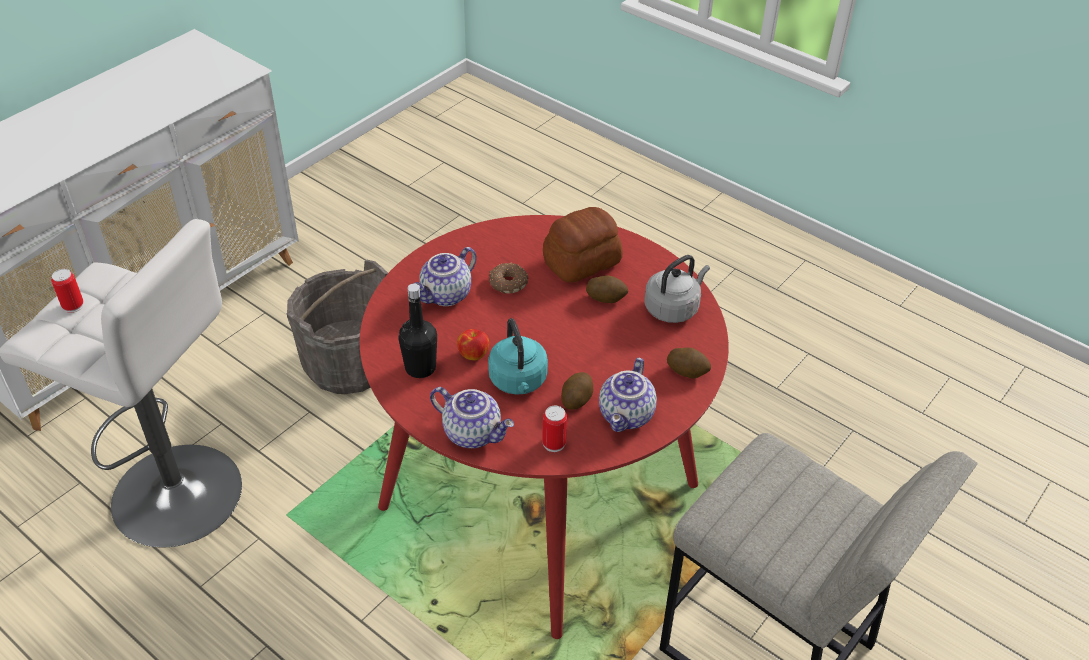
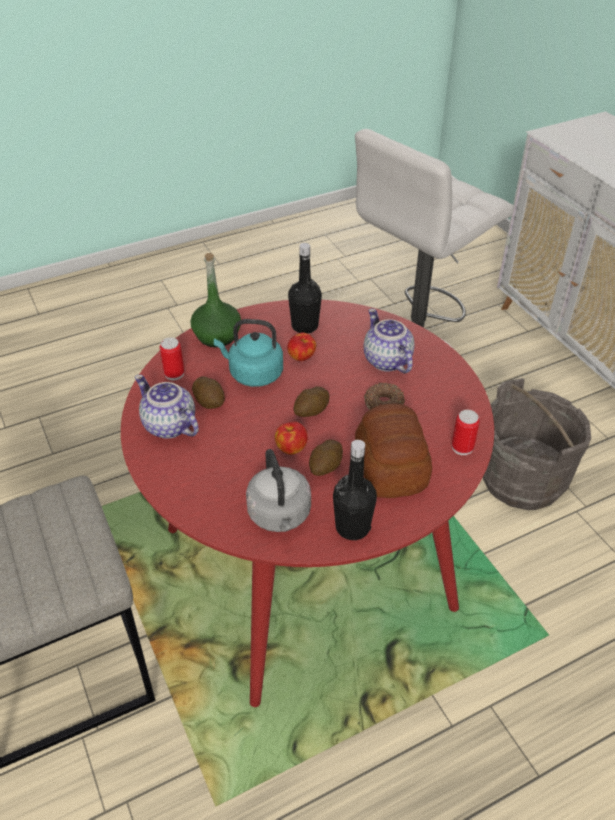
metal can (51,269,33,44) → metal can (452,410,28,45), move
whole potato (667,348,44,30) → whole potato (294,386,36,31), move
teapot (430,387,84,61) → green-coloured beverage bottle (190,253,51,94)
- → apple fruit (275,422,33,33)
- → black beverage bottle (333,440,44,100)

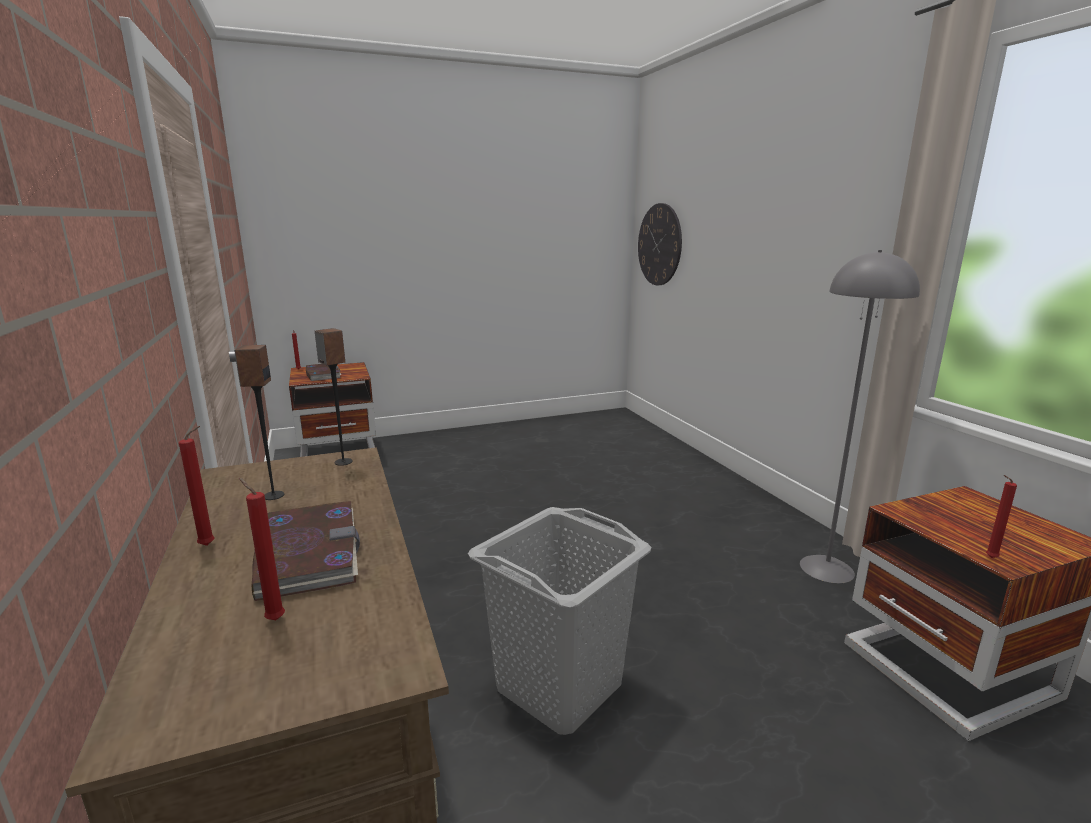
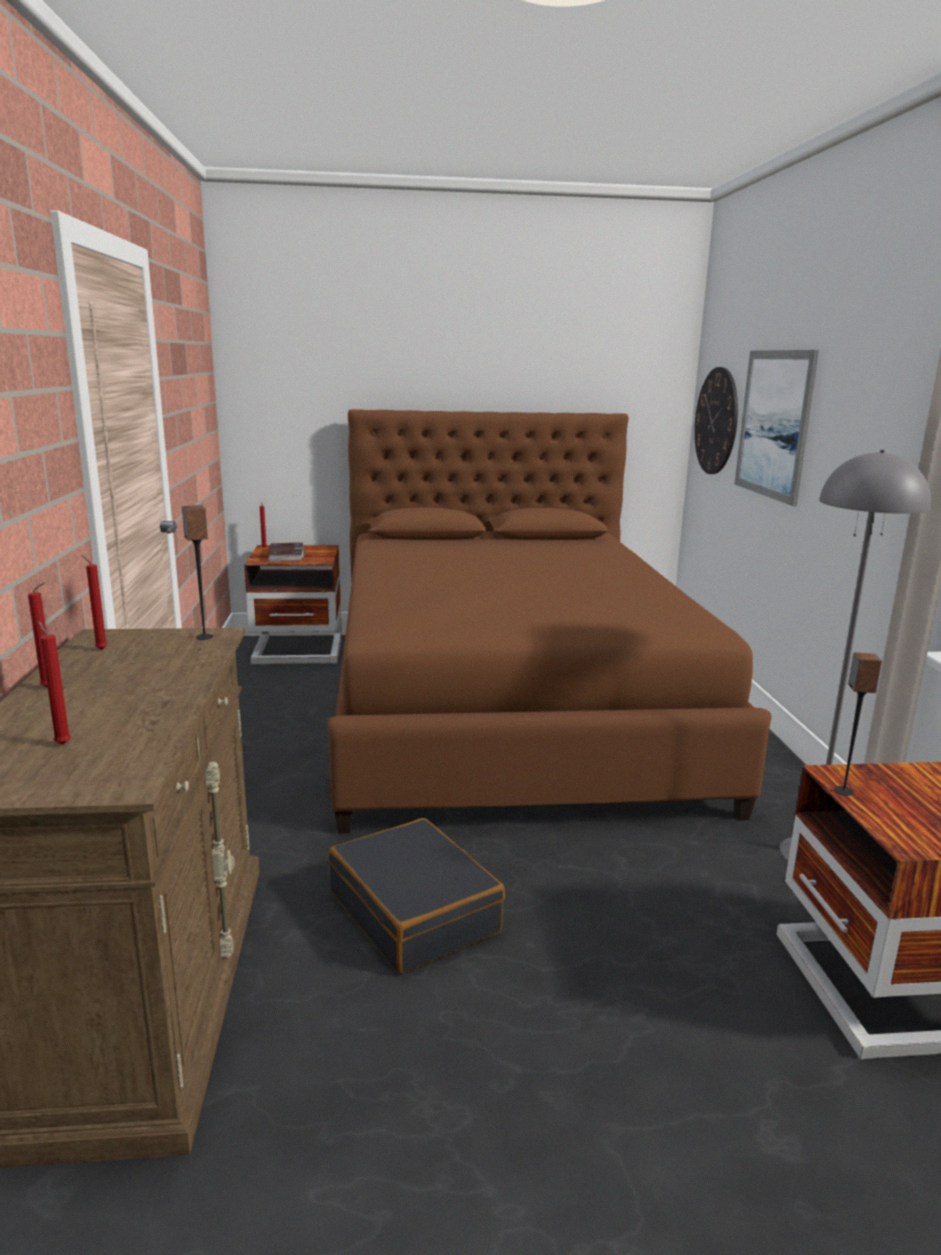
loudspeaker (234,345,50,155) → loudspeaker (834,653,48,143), move
red wax light (986,475,31,83) → red wax light (81,555,27,95), move
book (252,501,108,100) → -
grey hamper (468,507,183,228) → black travel case (328,818,177,156)
- → wall picture (735,350,84,156)
- → brown-coloured sleeping bed (328,409,443,424)

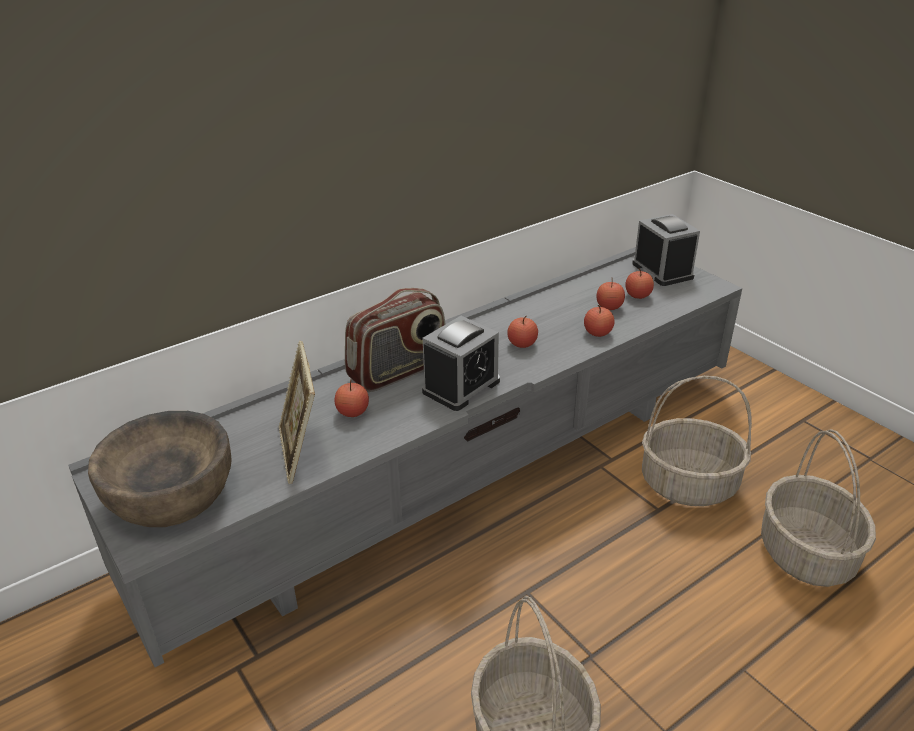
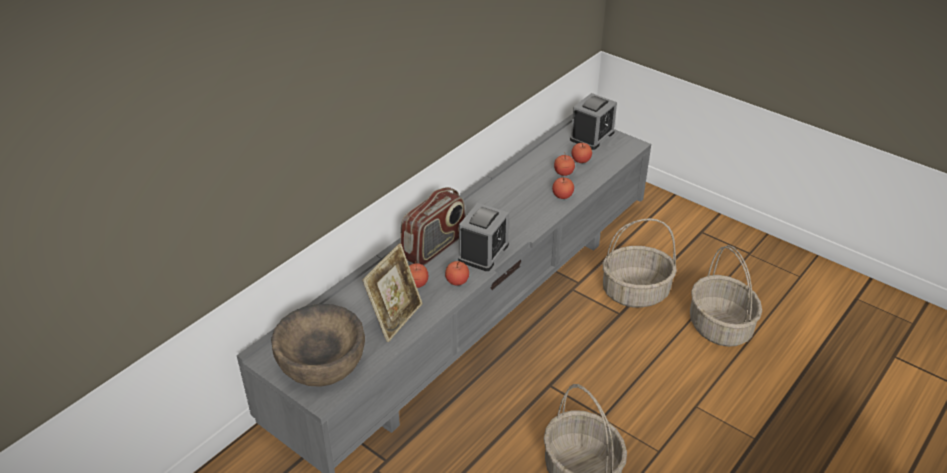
table clock (632,214,68,72) → table clock (570,93,47,57), 75 degrees clockwise
apple fruit (507,316,31,32) → apple fruit (445,261,24,25), move
standing frame (278,341,37,143) → standing frame (362,243,61,99), 120 degrees counterclockwise

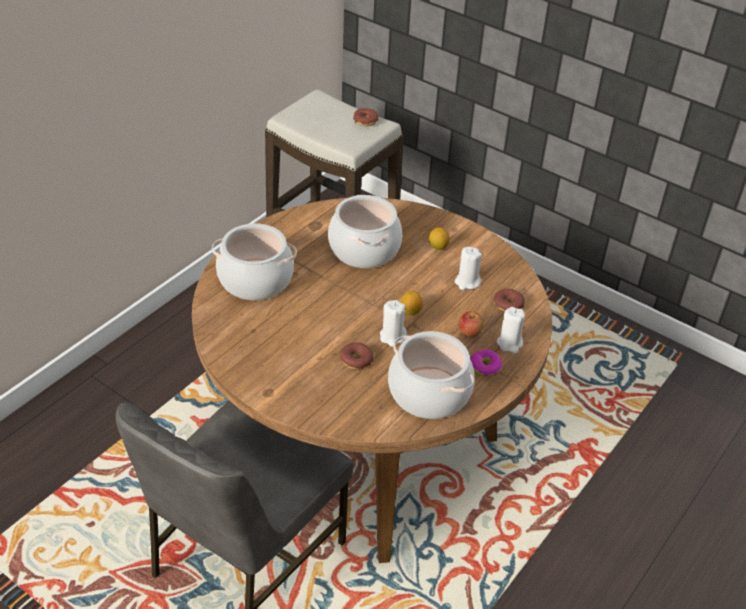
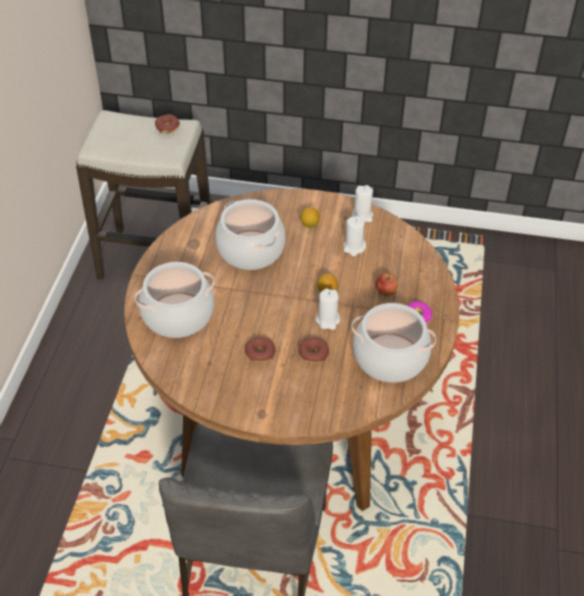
doughnut (494,289,31,23) → doughnut (245,337,31,26), move
whitish wax light (497,307,28,46) → whitish wax light (352,185,21,37), move

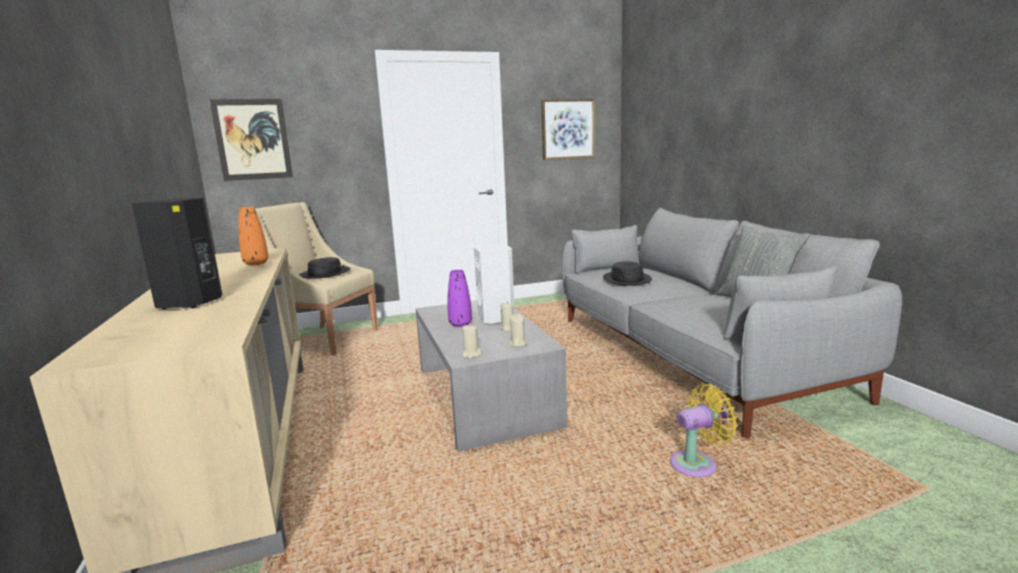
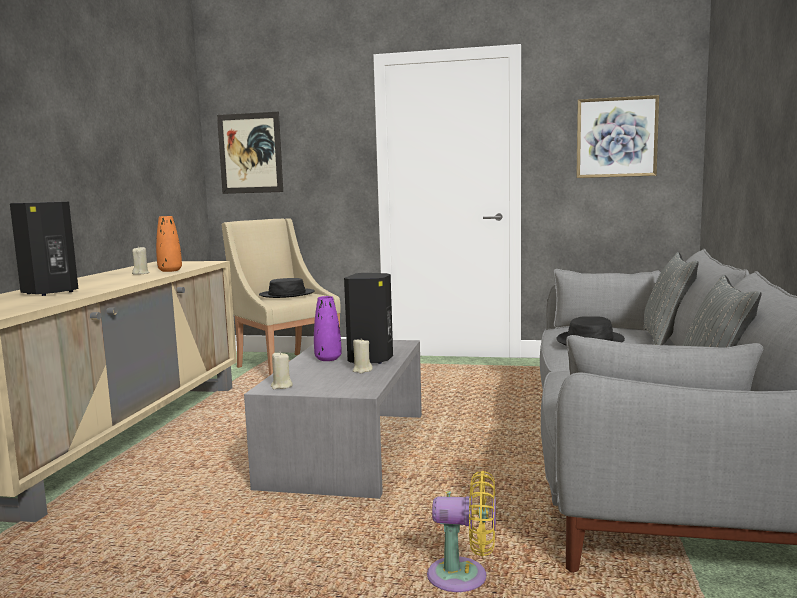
whitish loudspeaker (474,245,41,79) → black loudspeaker (344,273,49,91)
beige-coloured wax light (509,314,17,33) → beige-coloured wax light (132,246,18,29), move
- → grey pillow (643,252,56,93)

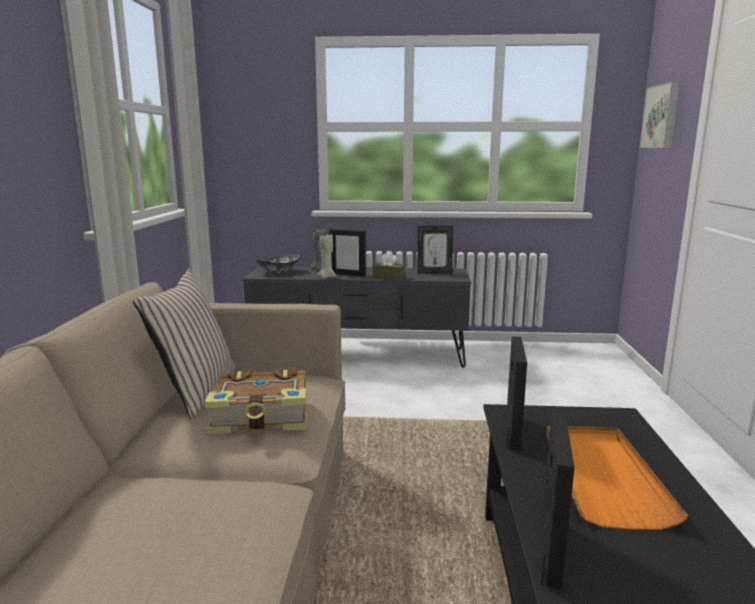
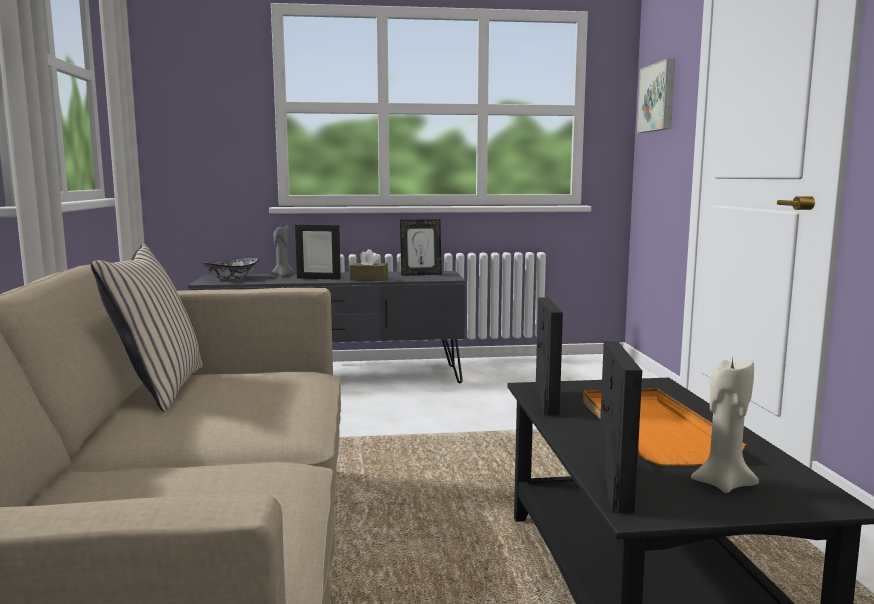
beige-coloured wax light (317,234,19,45) → beige-coloured wax light (691,358,68,135), move
book (205,368,102,66) → -

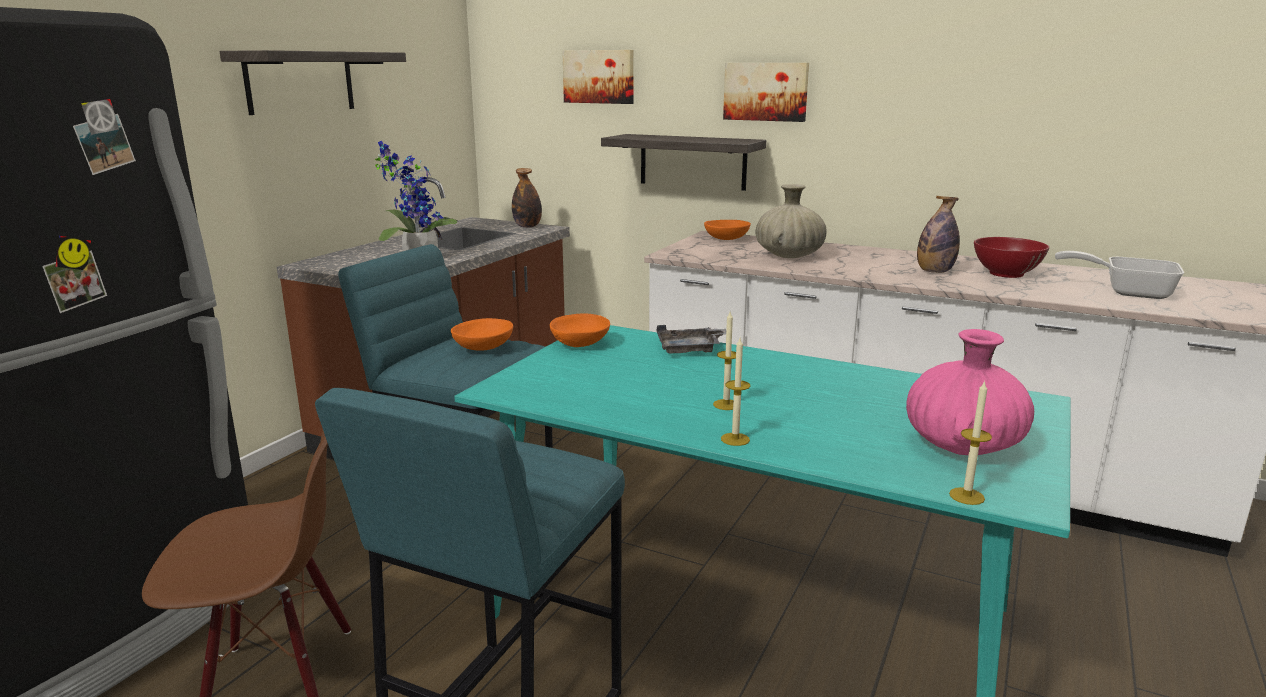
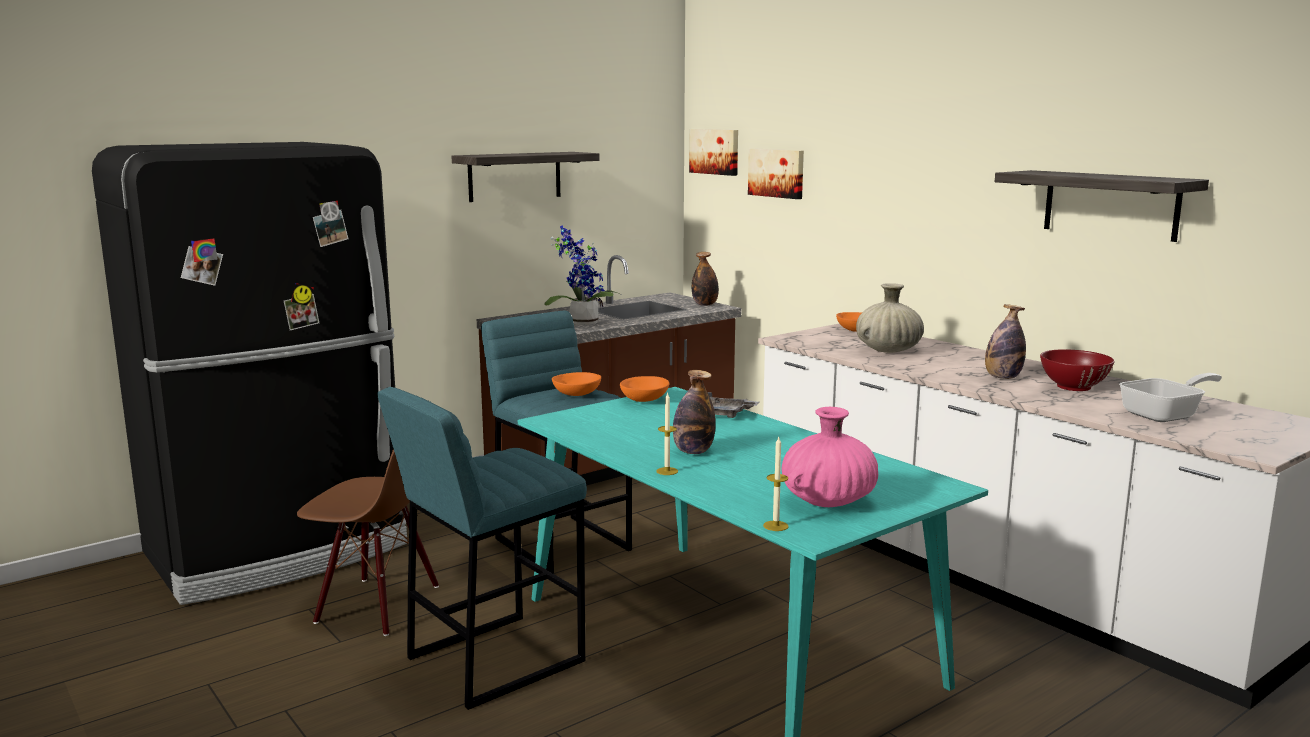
wall picture (723,63,86,59) → wall picture (689,129,49,47), move
bracket shelf (601,134,165,57) → bracket shelf (995,170,214,72), move
pan (1055,251,129,48) → pan (1119,373,103,49), 105 degrees clockwise
wax light (713,312,23,98) → beverage bottle (673,370,43,84)

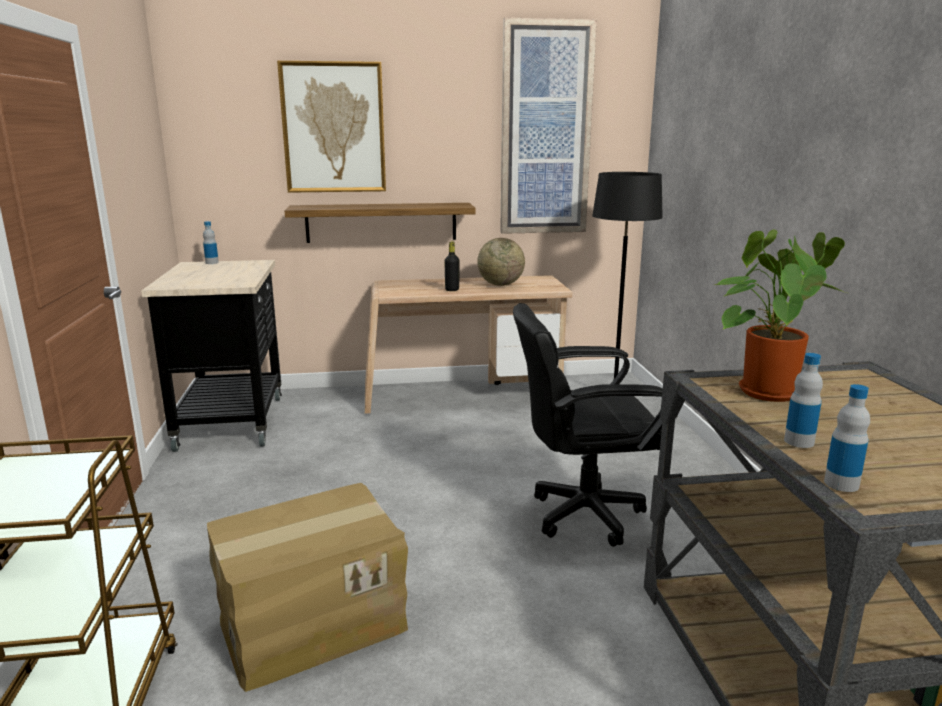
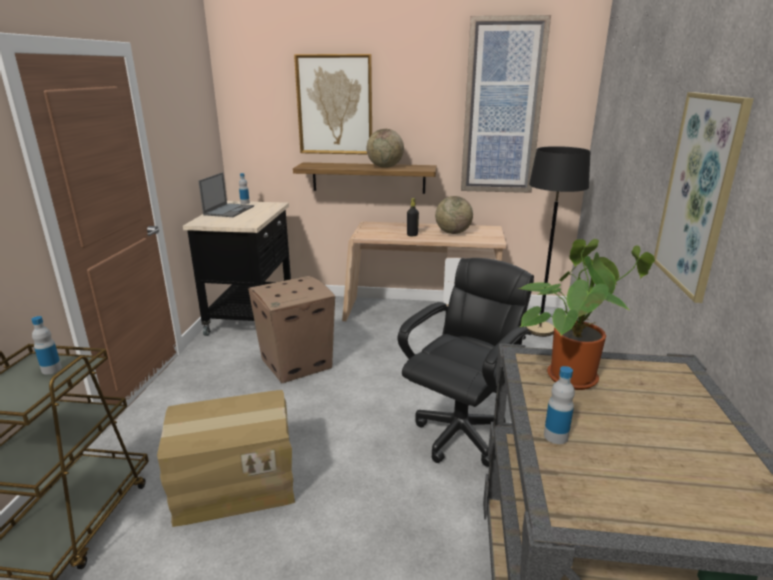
black office chair (513,303,150,244) → black office chair (398,258,136,209), 120 degrees clockwise
beverage bottle (824,384,46,108) → beverage bottle (31,316,31,59), move
- → wall picture (654,92,100,211)
- → world globe (367,129,37,39)
- → laptop (198,172,56,45)
- → packing box (248,276,87,107)

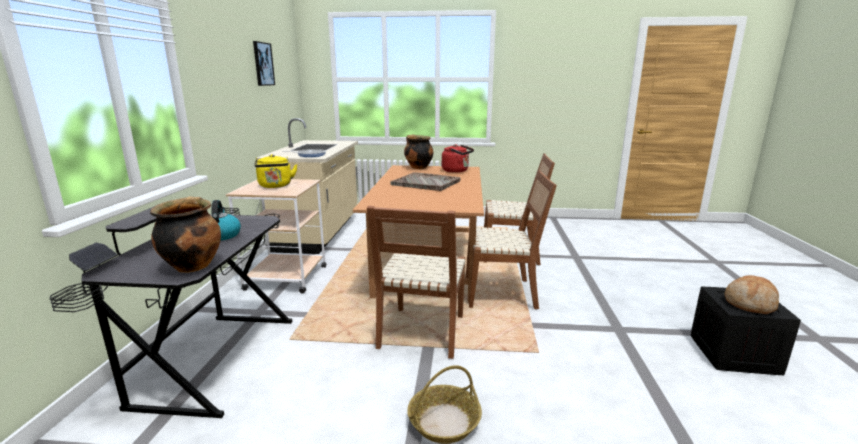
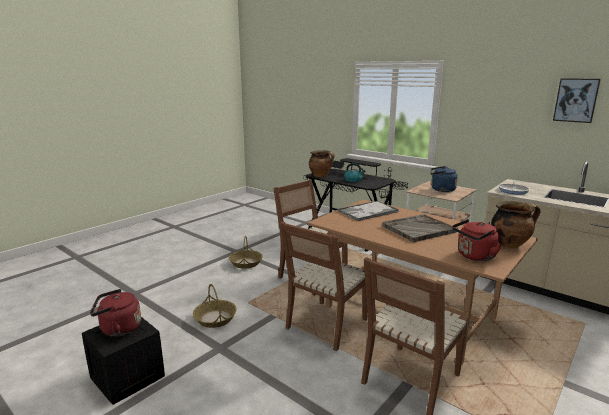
yellowish tea kettle (254,154,44,34) → bluish tea kettle (430,166,28,26)
baked bread (725,275,54,39) → red tea kettle (90,289,51,48)
- → serving tray (338,201,61,20)
- → household basket (193,284,44,44)

